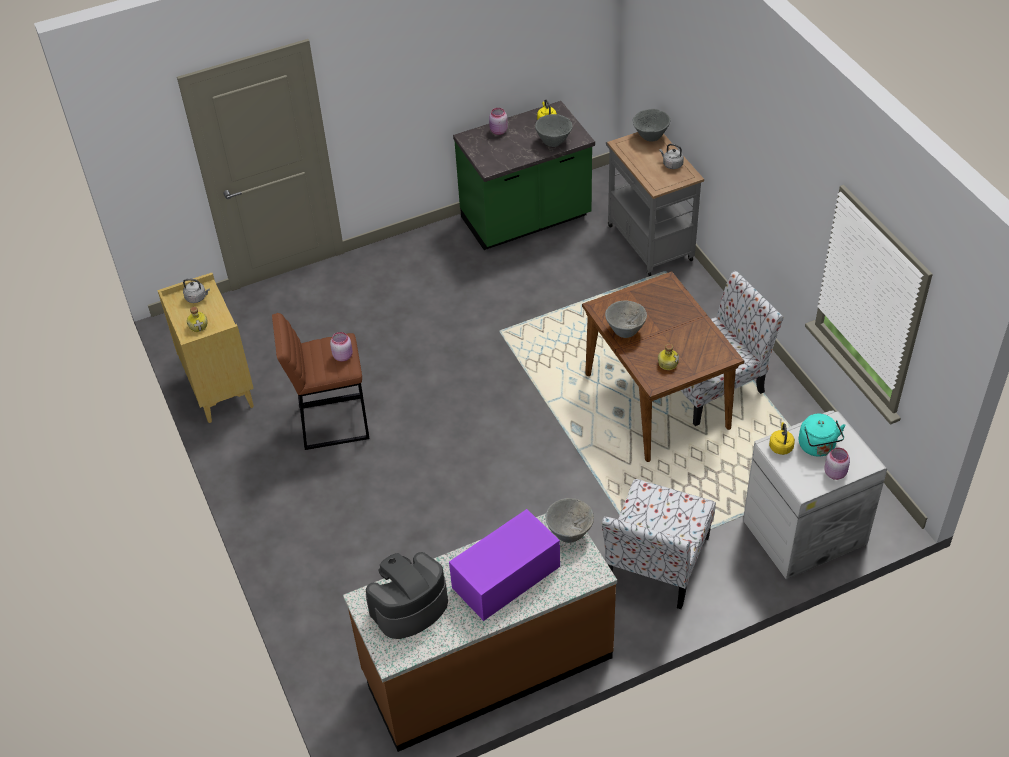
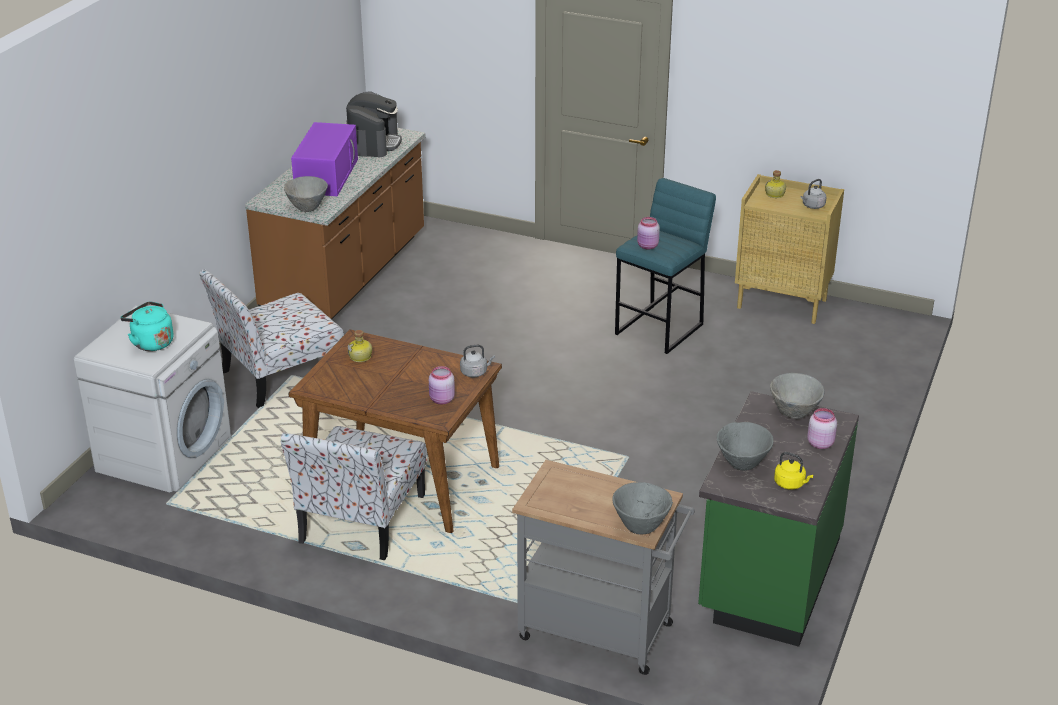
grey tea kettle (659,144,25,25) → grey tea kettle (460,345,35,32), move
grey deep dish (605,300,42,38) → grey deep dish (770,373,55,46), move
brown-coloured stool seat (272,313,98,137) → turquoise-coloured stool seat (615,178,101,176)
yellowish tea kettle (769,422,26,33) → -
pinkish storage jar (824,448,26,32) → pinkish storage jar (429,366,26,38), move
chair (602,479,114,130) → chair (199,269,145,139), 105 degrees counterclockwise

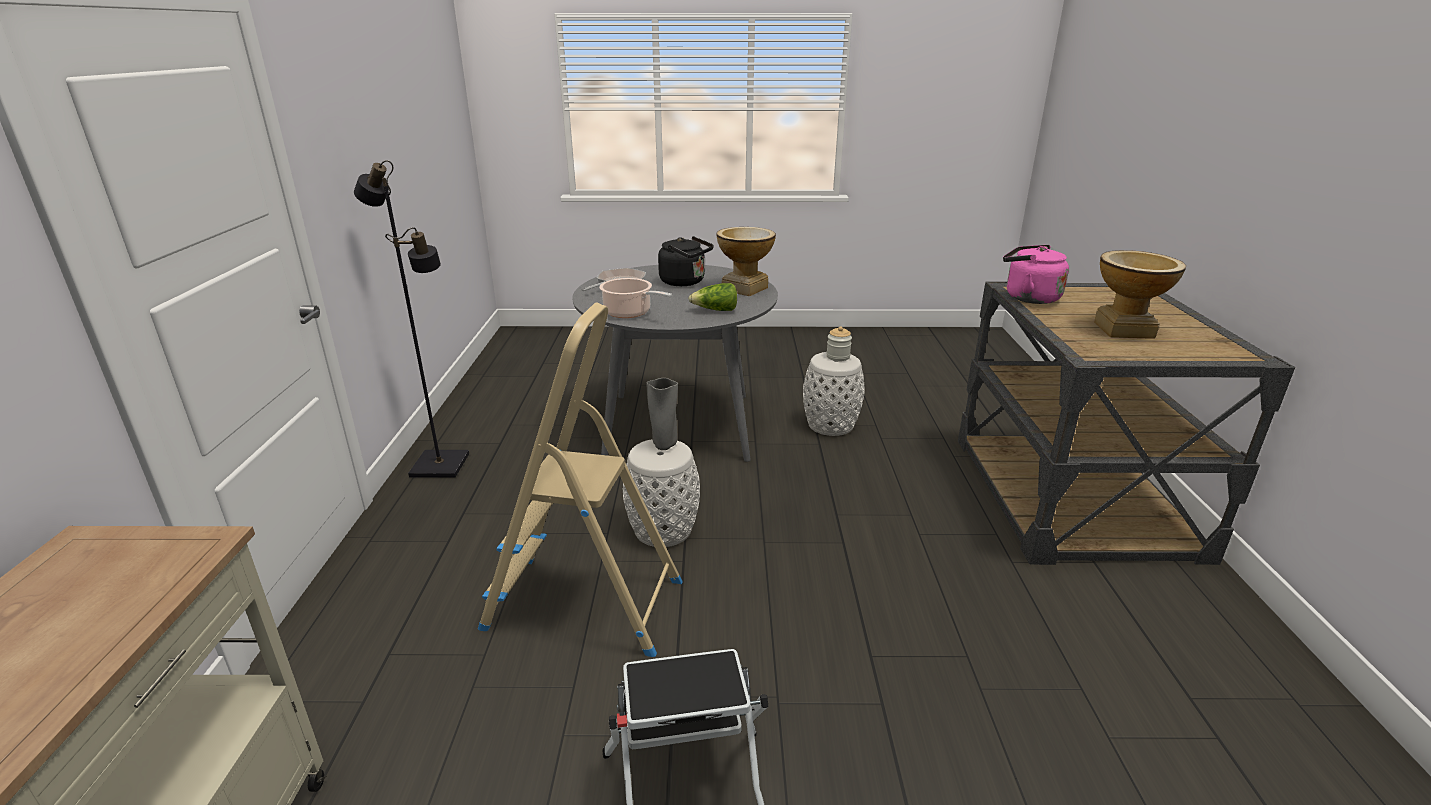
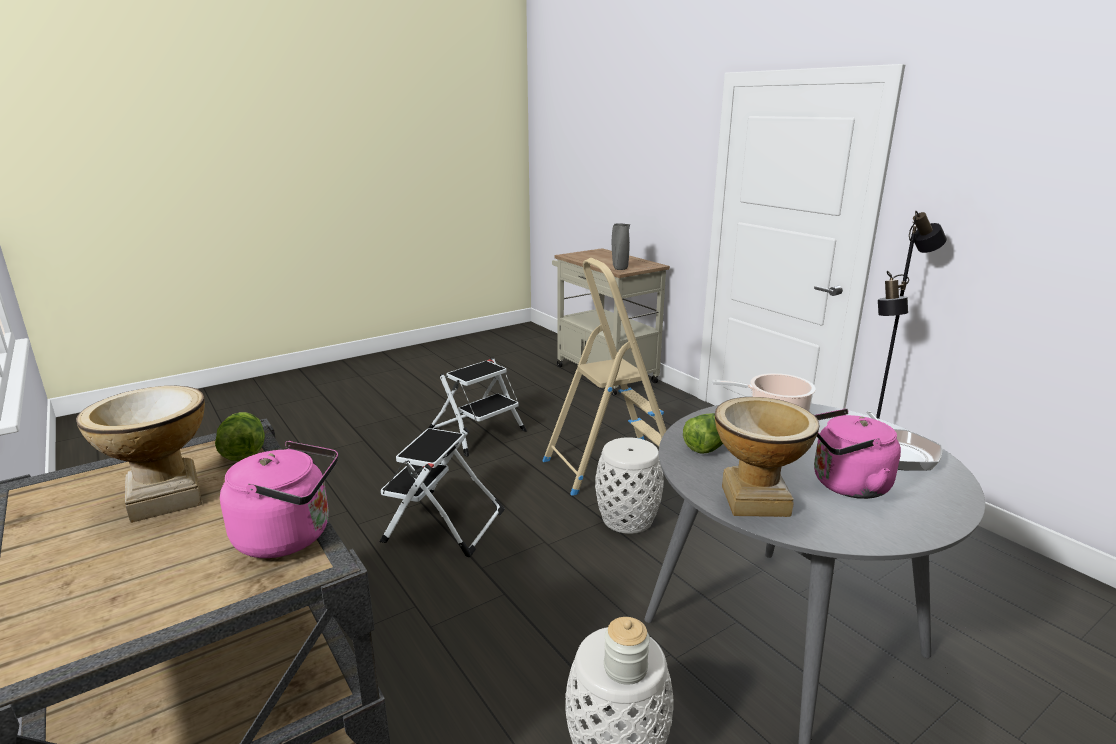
black tea kettle (658,236,56,50) → pinkish tea kettle (814,409,87,90)
grey flower vase (647,378,31,72) → grey flower vase (612,223,18,47), move
- → lettuce head (215,412,50,49)
- → step ladder (379,427,126,130)

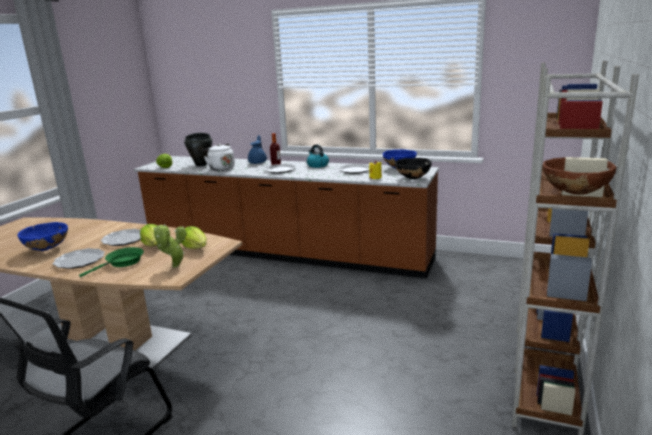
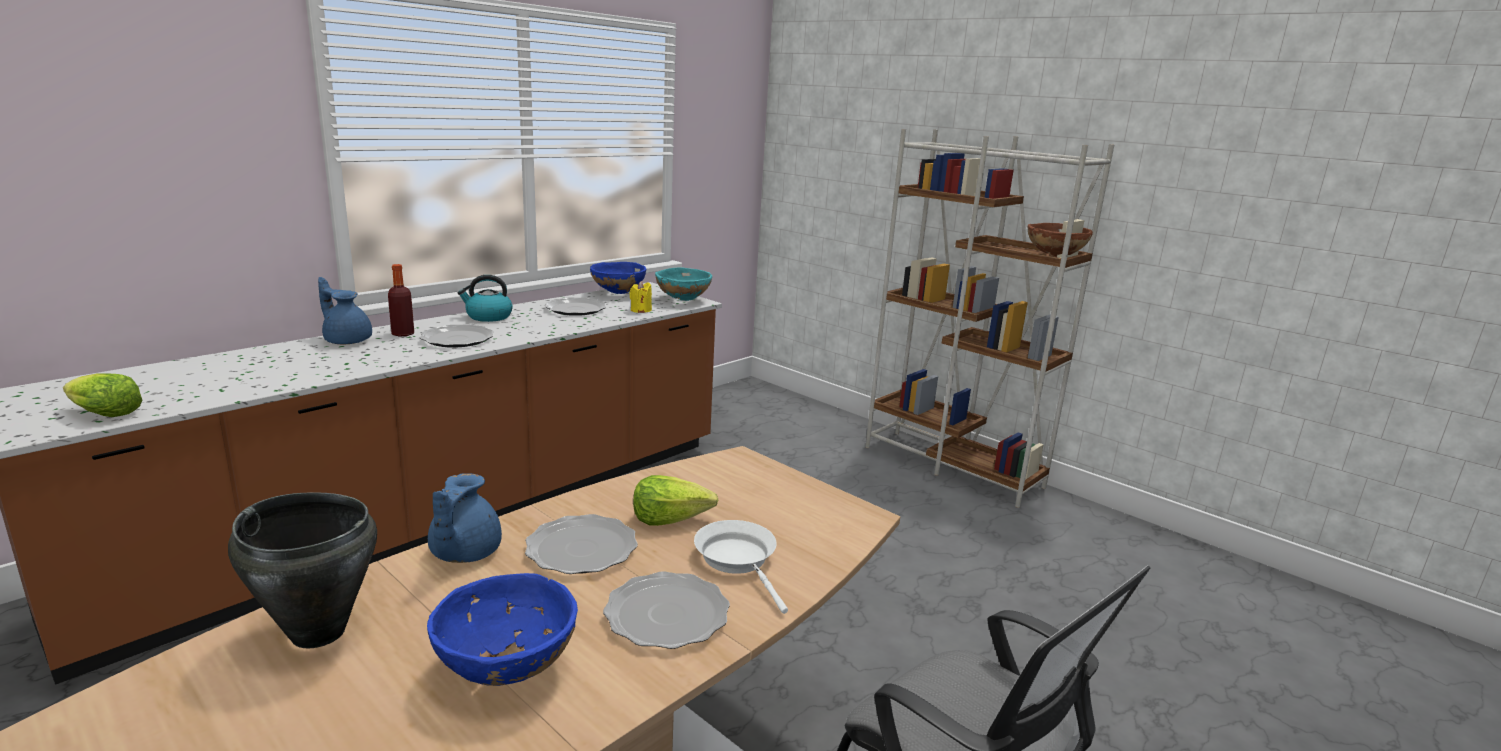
black cooking pot (184,133,28,33) → black cooking pot (228,492,149,156), move
whitish tea kettle (202,144,33,27) → -
black deep dish (395,158,37,21) → turquoise-coloured deep dish (655,267,57,34)
plant in a pot (153,224,33,44) → -
lettuce head (181,226,26,23) → -
green-coloured pan (79,247,65,30) → whitish pan (694,520,94,94)
- → bluish teapot (428,473,74,90)

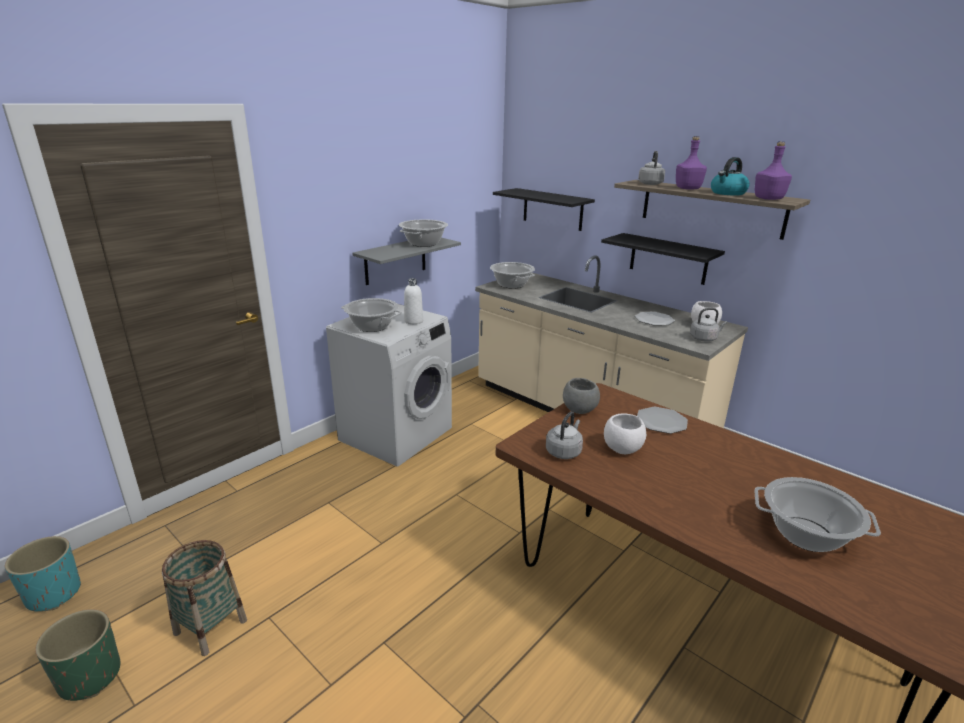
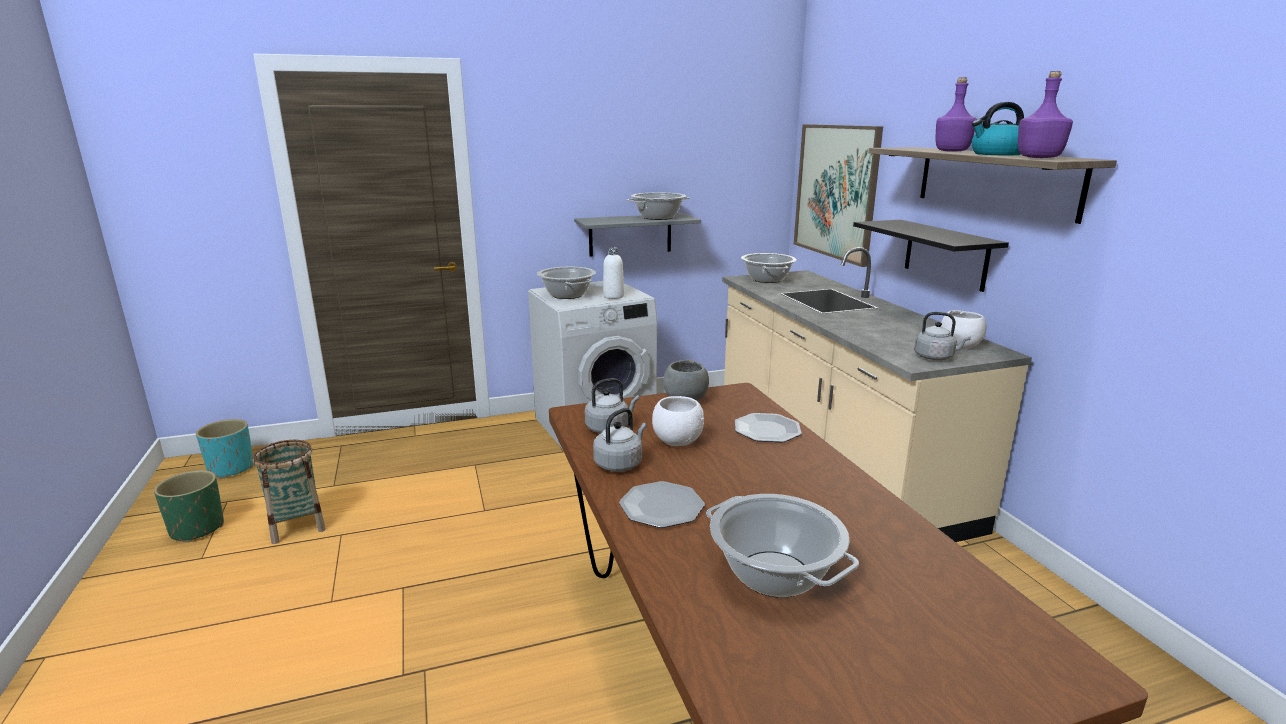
grey tea kettle (638,151,27,34) → grey tea kettle (593,408,54,64), move
black bracket shelf (493,188,102,43) → wall picture (794,124,89,143)
flat dish (635,312,40,13) → flat dish (619,481,86,47), move

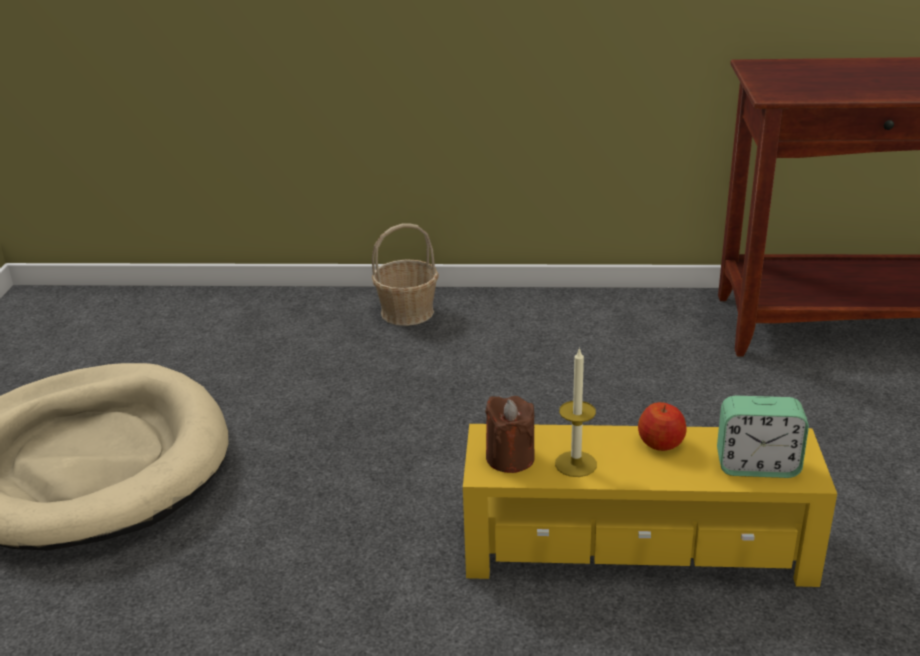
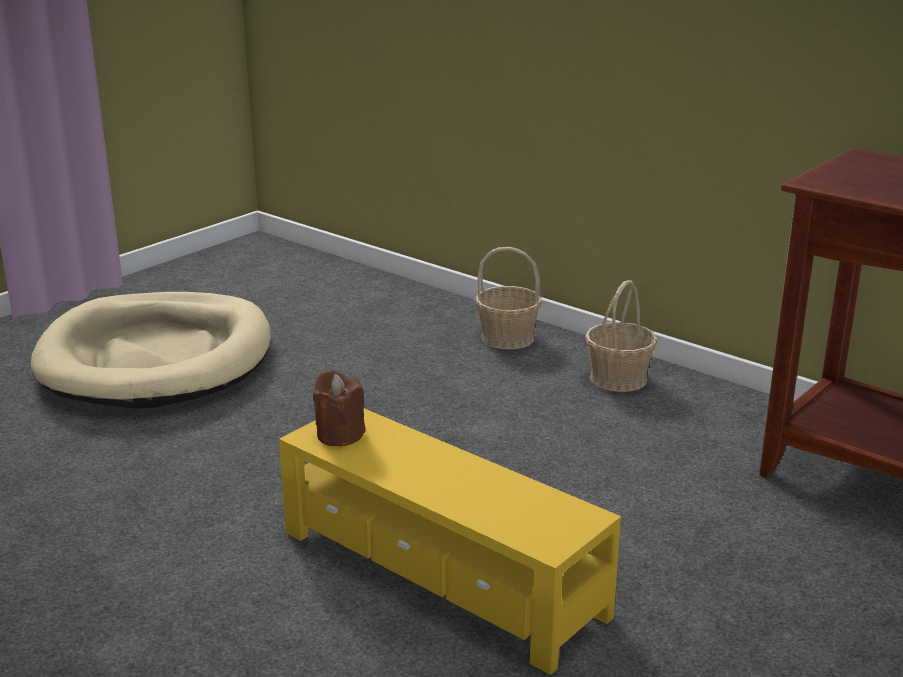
wax light (555,347,42,130) → -
table clock (717,395,92,83) → -
apple fruit (638,402,49,49) → -
- → household basket (585,280,73,112)

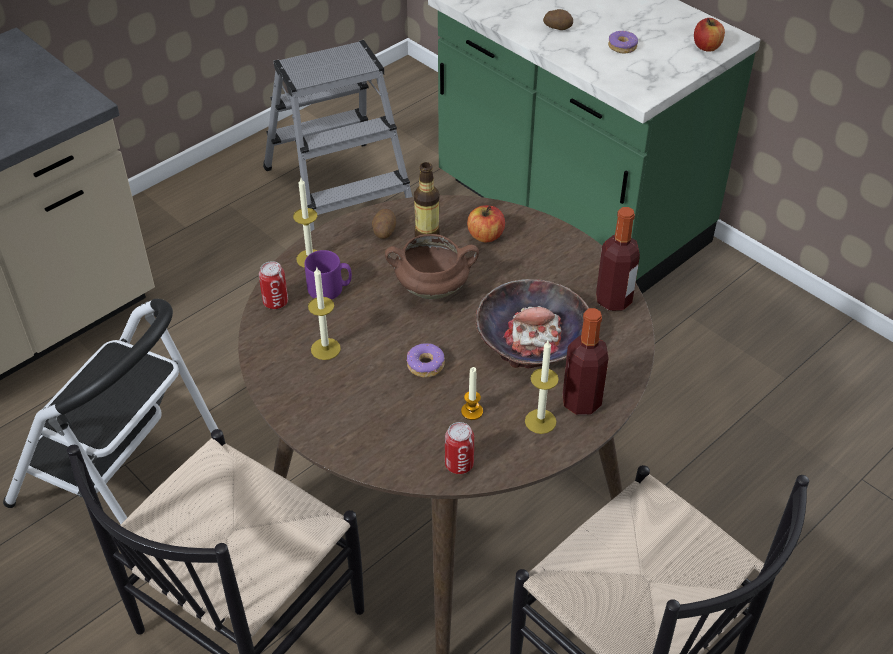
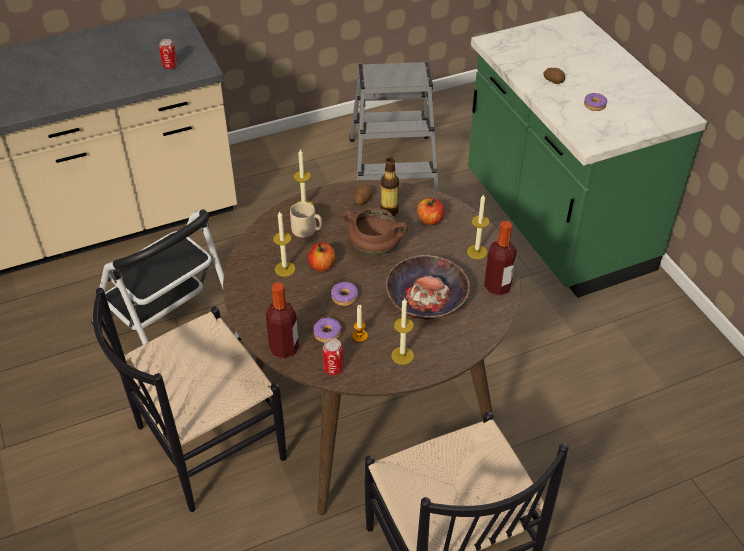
apple fruit (694,18,31,34) → apple fruit (308,242,27,30), move
purple tea mug (304,250,48,50) → beige-coloured tea mug (290,202,32,36)
metal can (259,261,29,48) → metal can (159,39,19,31), move
beverage bottle (563,308,46,107) → beverage bottle (265,282,34,77), move
- → wax light (467,194,22,65)
- → doughnut (313,317,28,26)

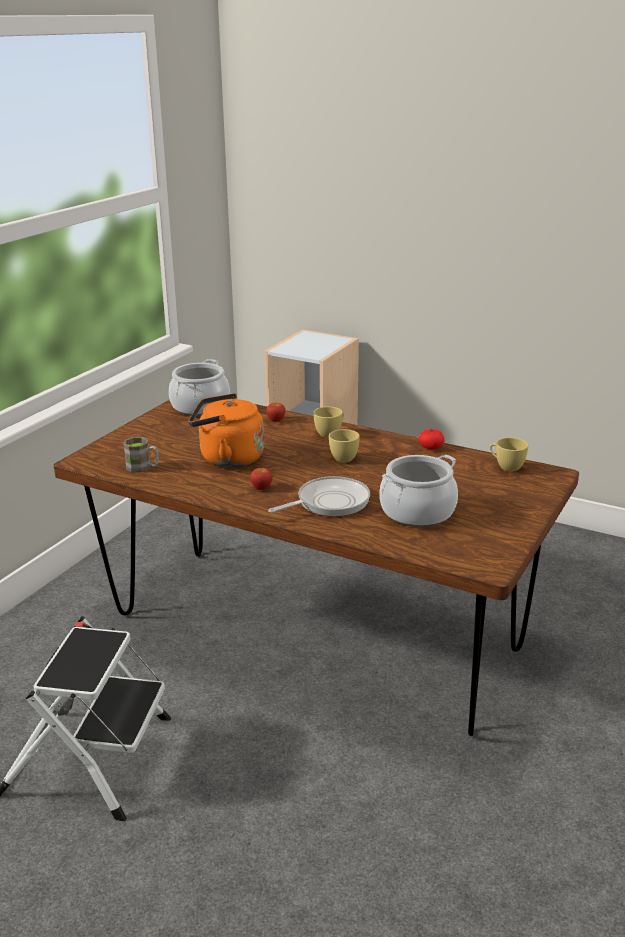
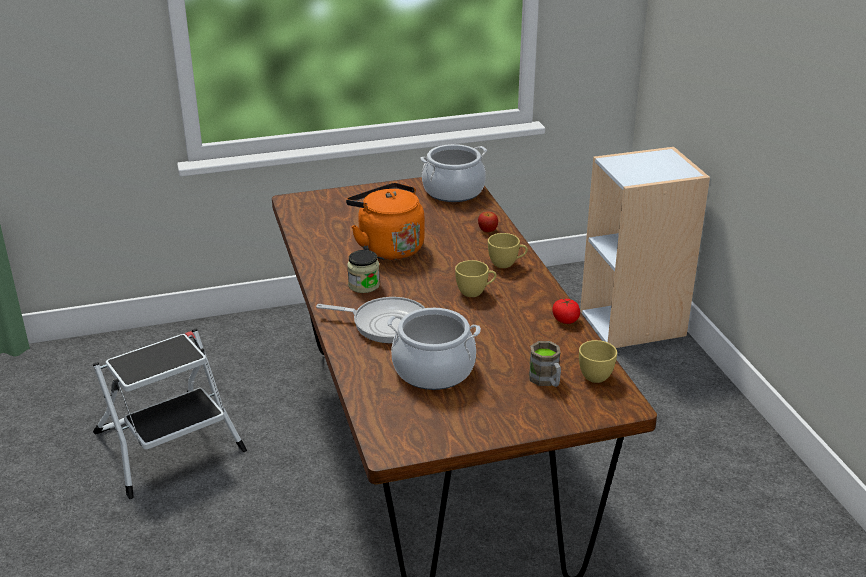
brown-coloured tea mug (123,437,36,36) → brown-coloured tea mug (529,341,32,46), move
apple fruit (250,468,22,22) → storage jar (347,250,33,43)

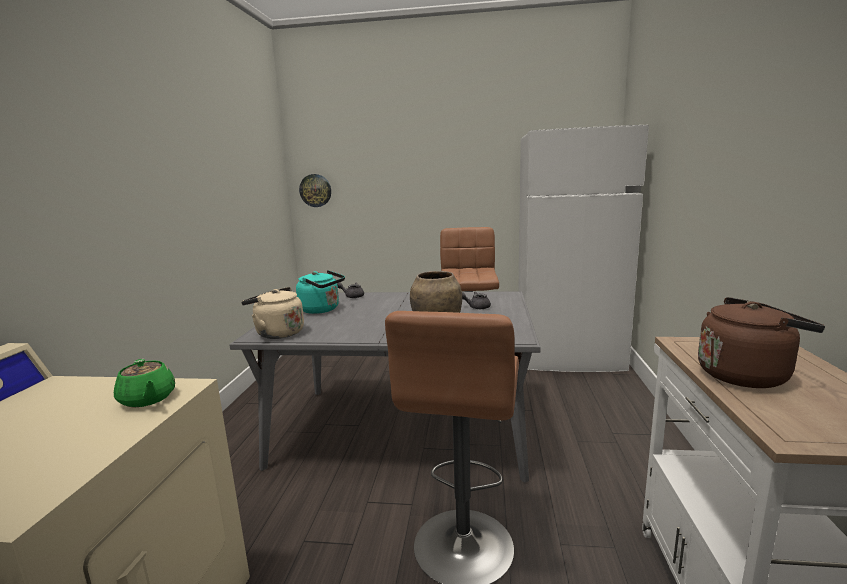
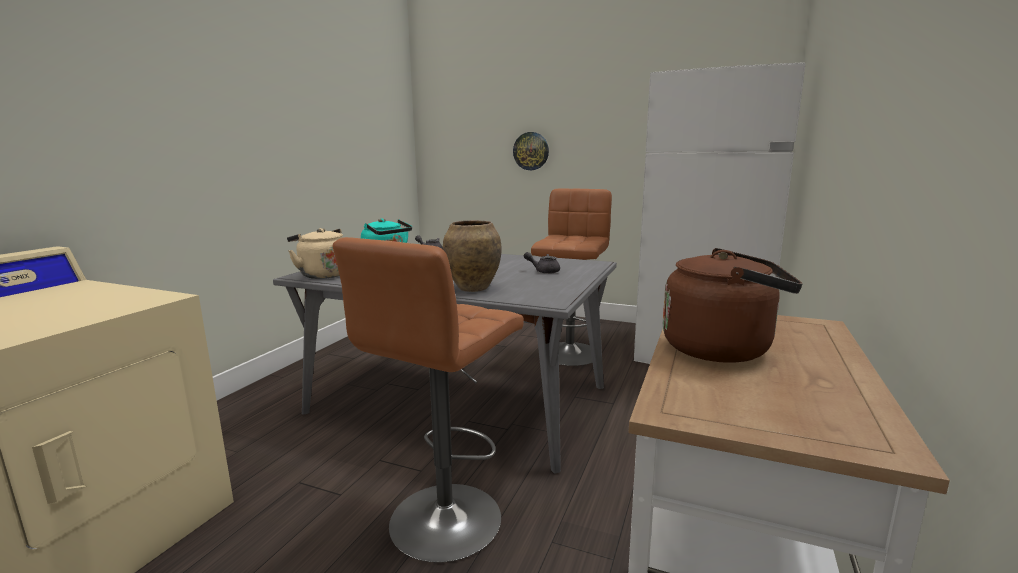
hanging clock (299,174,32,33) → hanging clock (513,132,36,38), move
green-coloured teapot (114,359,61,49) → -

